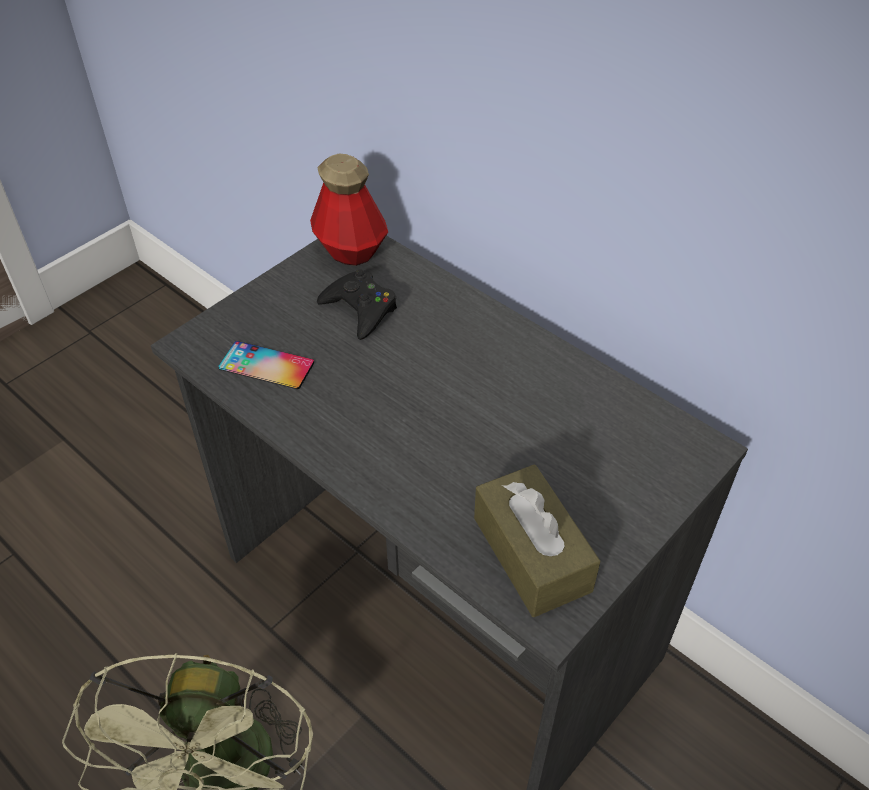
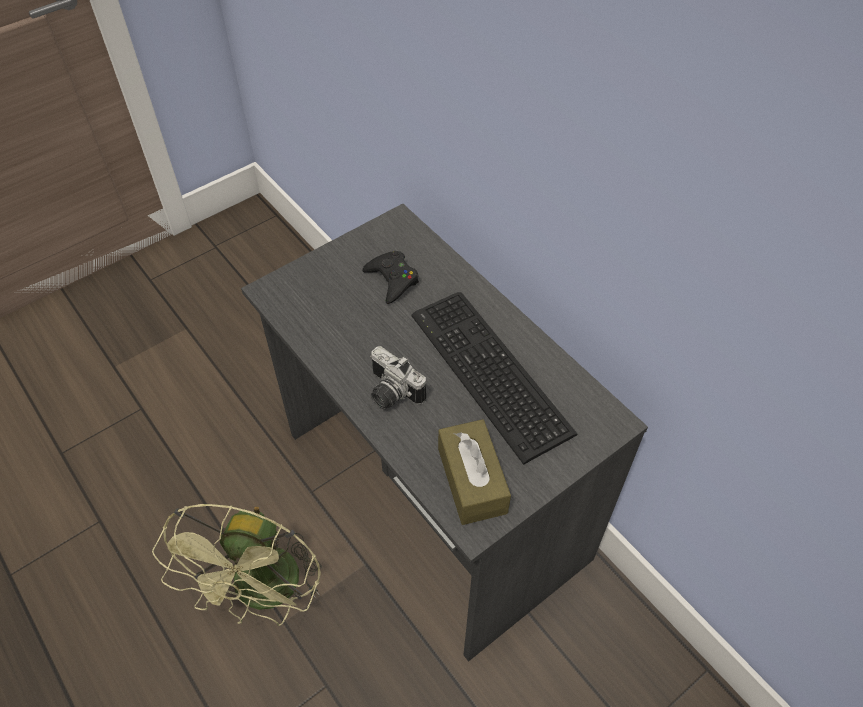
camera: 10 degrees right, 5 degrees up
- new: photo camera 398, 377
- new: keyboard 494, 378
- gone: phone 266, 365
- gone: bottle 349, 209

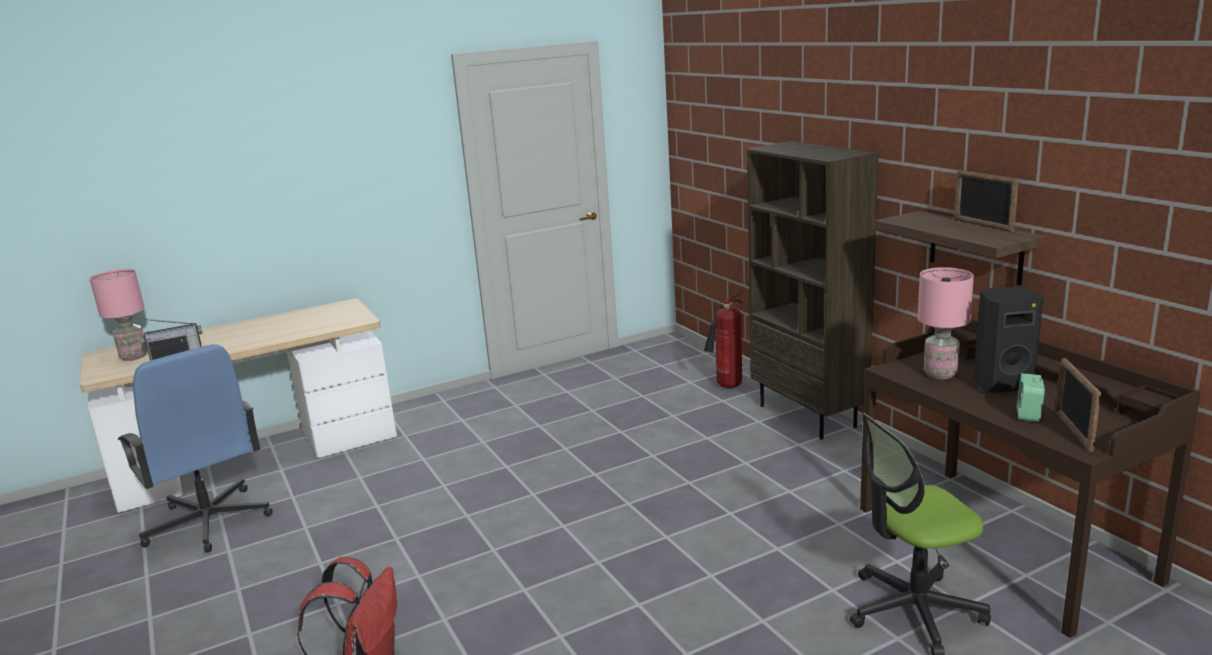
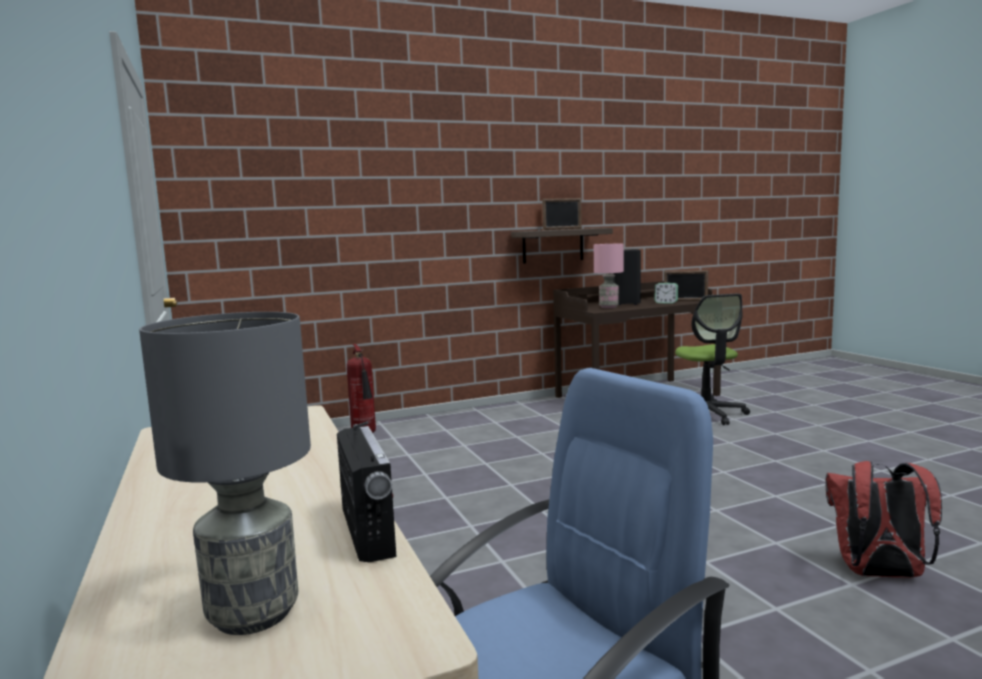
camera: 85 degrees left, 10 degrees down
- repainted: pink table lamp 118, 315 to grey table lamp 225, 473
- gone: brown bookcase 812, 290

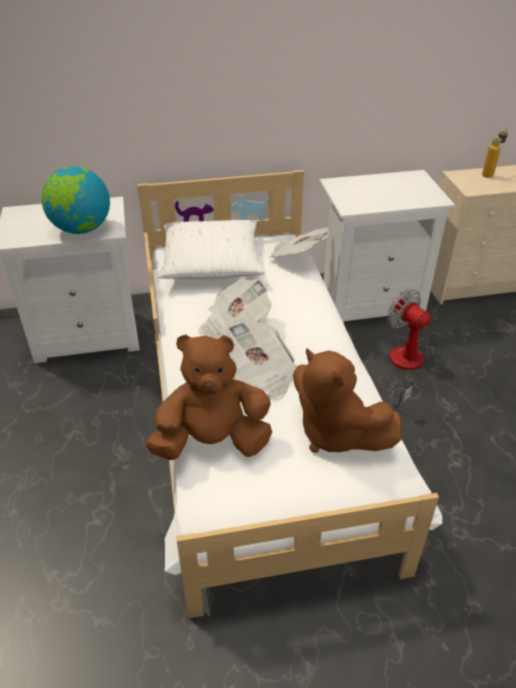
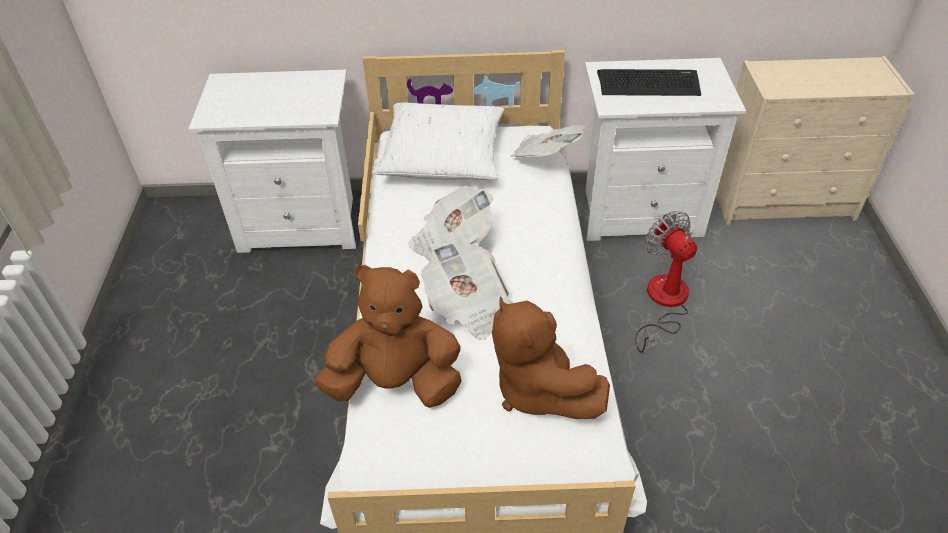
camera: 10 degrees right, 5 degrees up
- new: keyboard 649, 82
- gone: globe 75, 200
- gone: bottle 495, 153

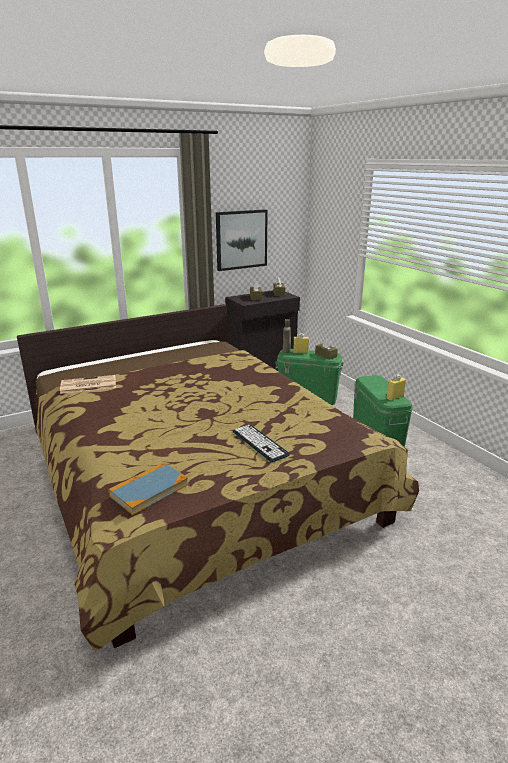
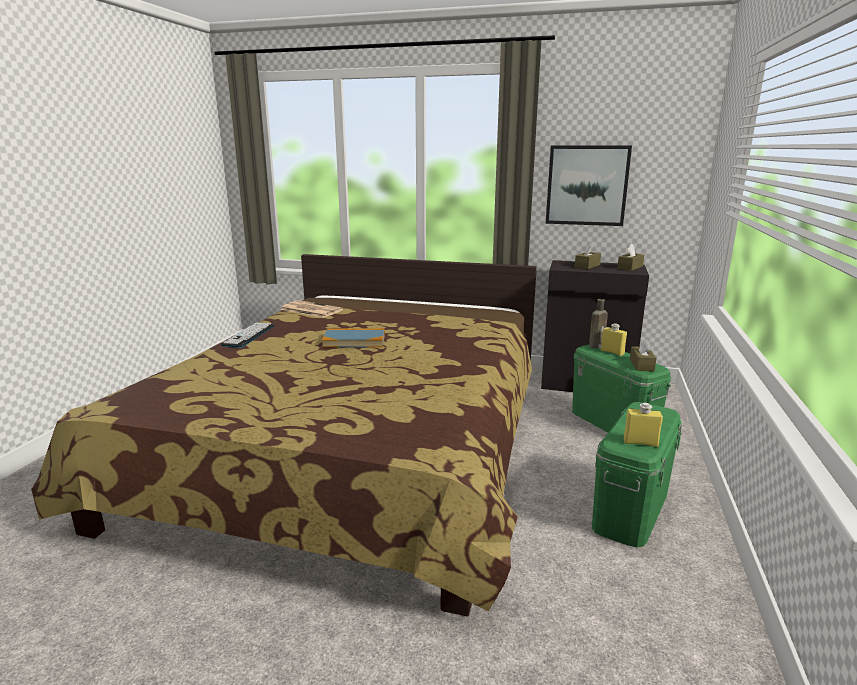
camera: 45 degrees right, 5 degrees down
- shifted: keyboard 261, 443 to 247, 335
- shifted: book 148, 488 to 353, 337

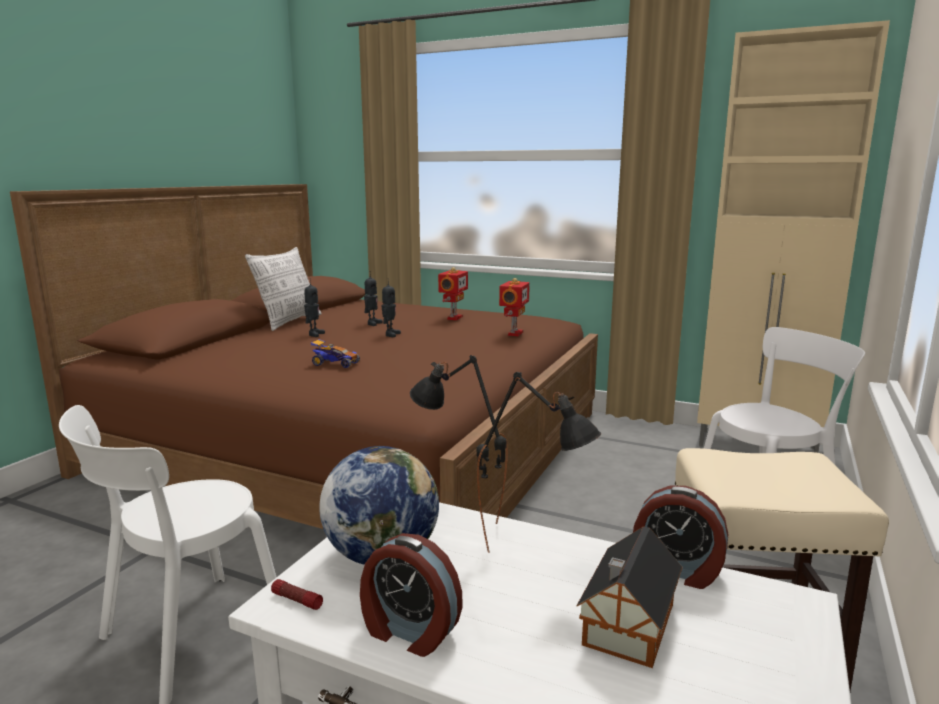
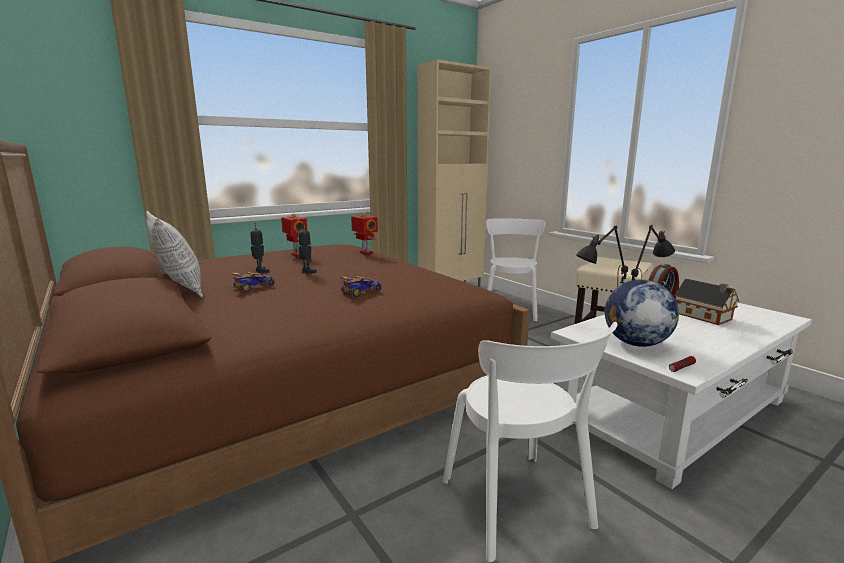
camera: 60 degrees left, 0 degrees up
- swapped: toy robot 314, 307 to toy car 253, 282
- gone: alarm clock 411, 595

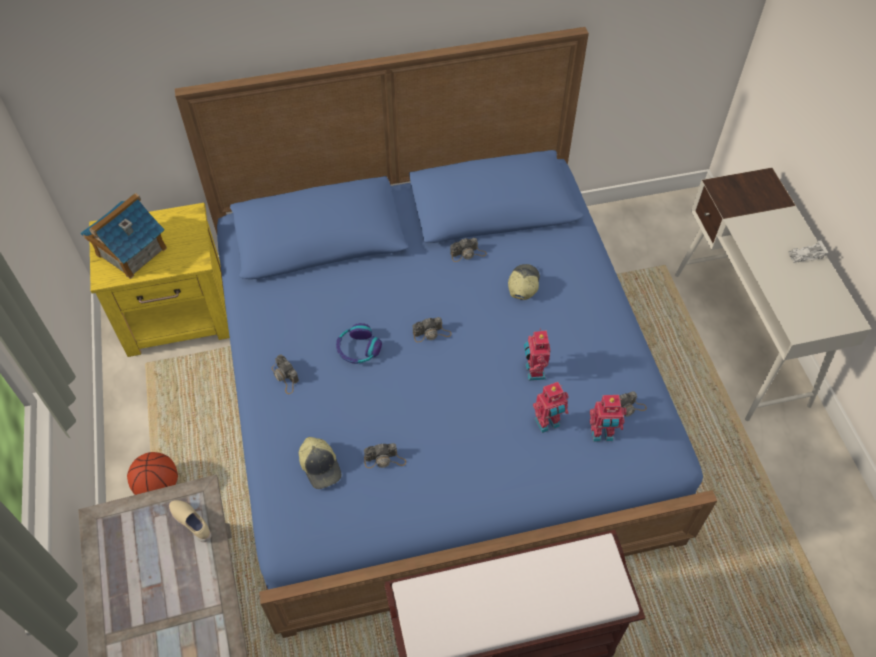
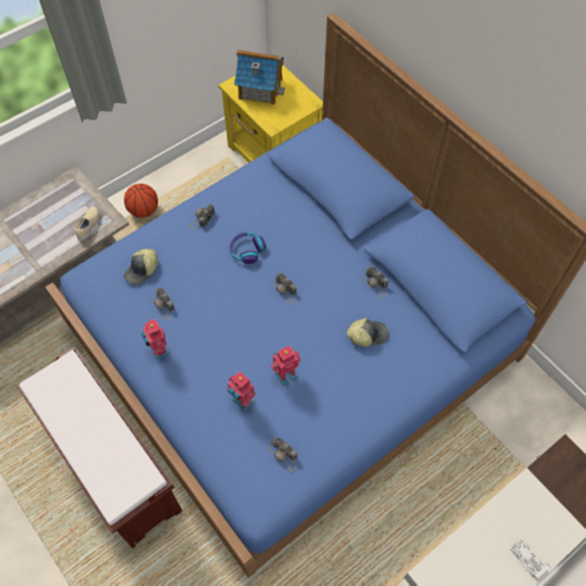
camera: 65 degrees right, 5 degrees up
- shifted: toy robot 608, 418 to 156, 339

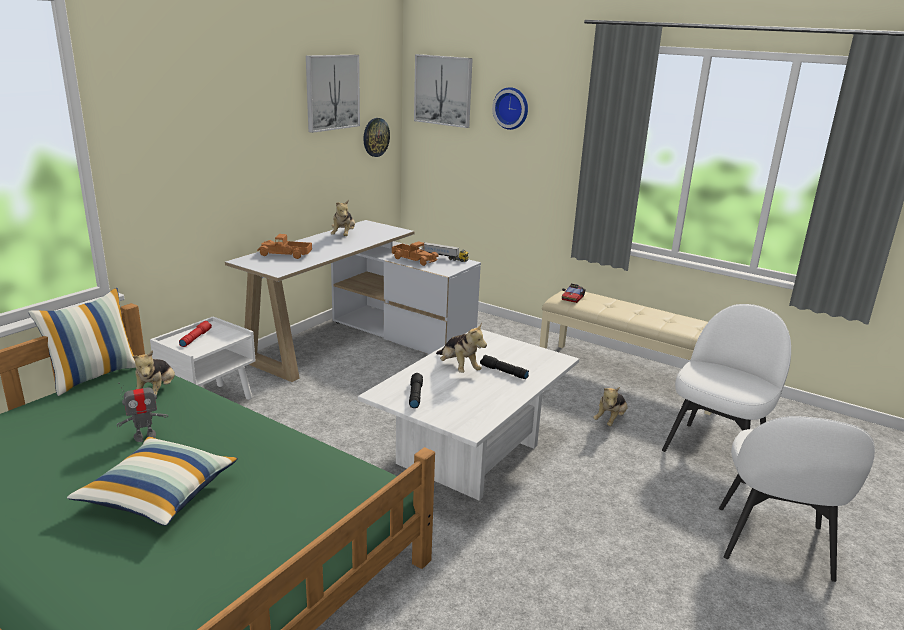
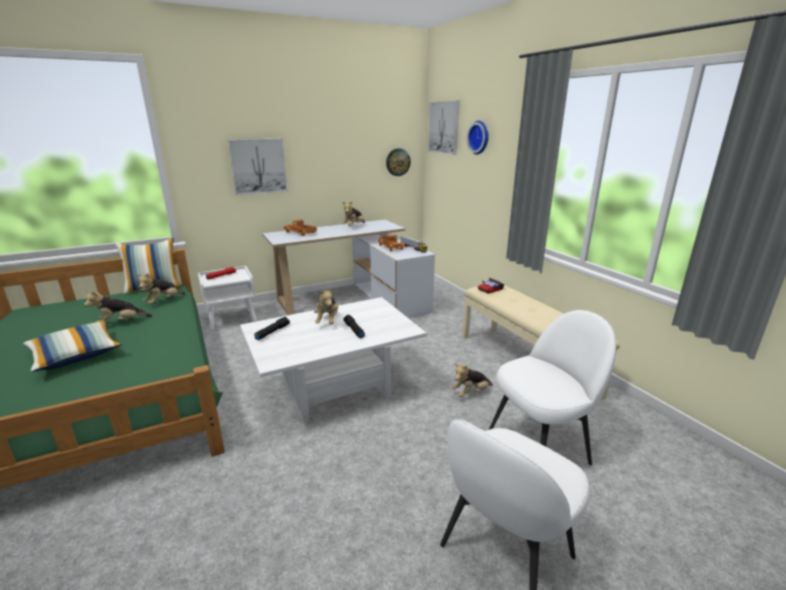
camera: 30 degrees right, 0 degrees up
- swapped: toy robot 142, 410 to plush toy 118, 306
- shifted: picture 333, 94 to 258, 167

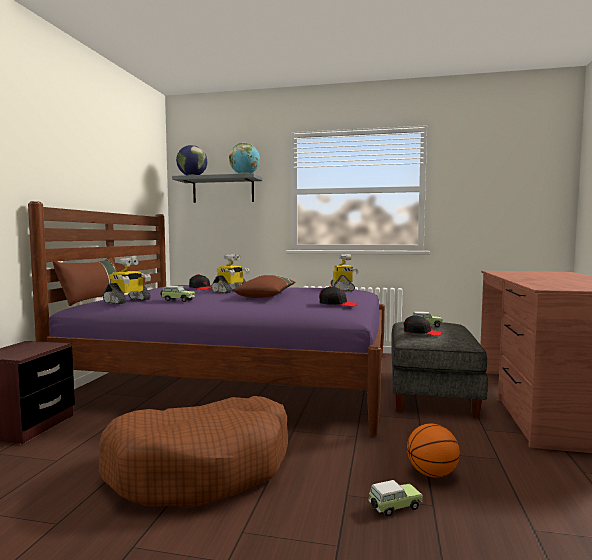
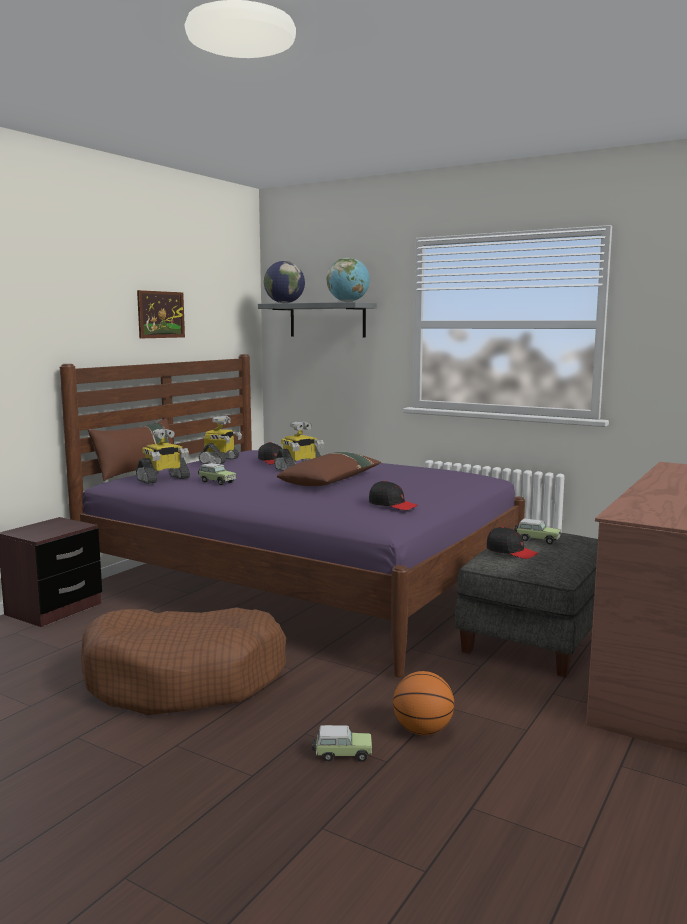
camera: 20 degrees right, 5 degrees up
- new: picture 161, 314
- shifted: toy robot 345, 272 to 220, 440

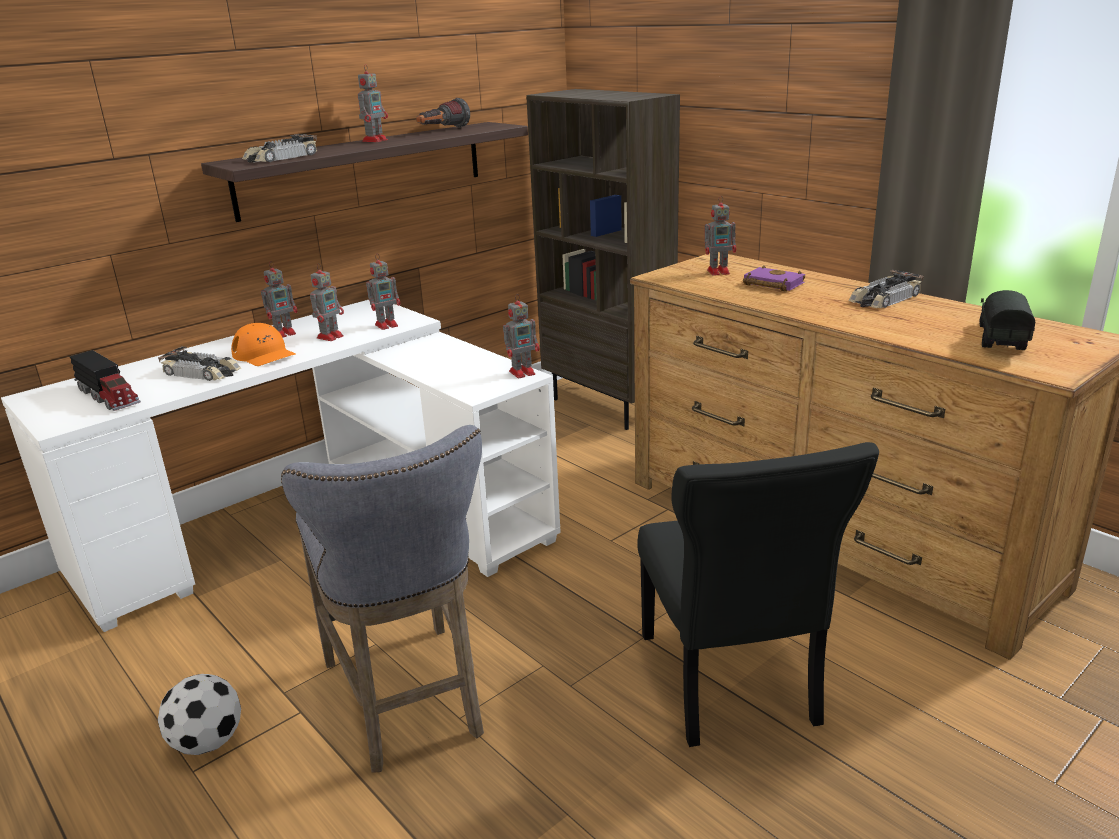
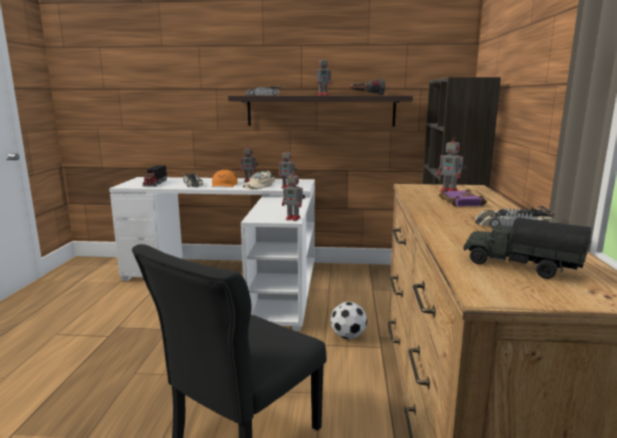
camera: 45 degrees right, 10 degrees down
- swapped: toy robot 327, 302 to beige cap 259, 180
- shifted: football 199, 714 to 348, 320
- rotated: toy truck 1007, 320 = 527, 248 120 degrees counterclockwise
- gone: grey stool 382, 599

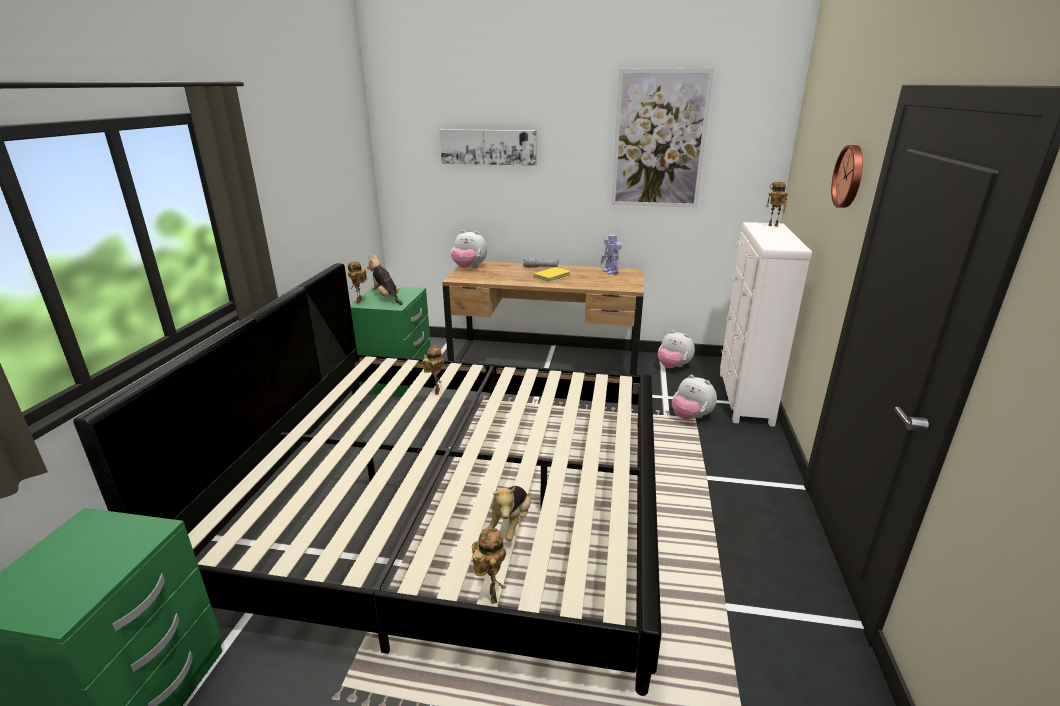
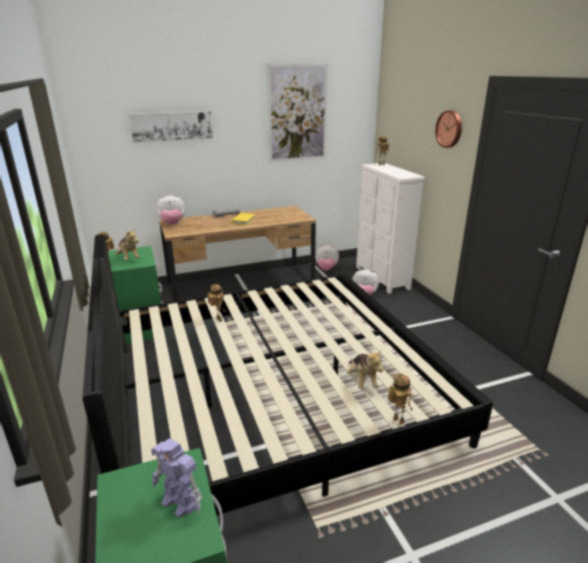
camera: 30 degrees left, 0 degrees up
- rotated: plush toy 385, 280 = 127, 244 150 degrees counterclockwise
- shifted: toy robot 611, 254 to 176, 478

